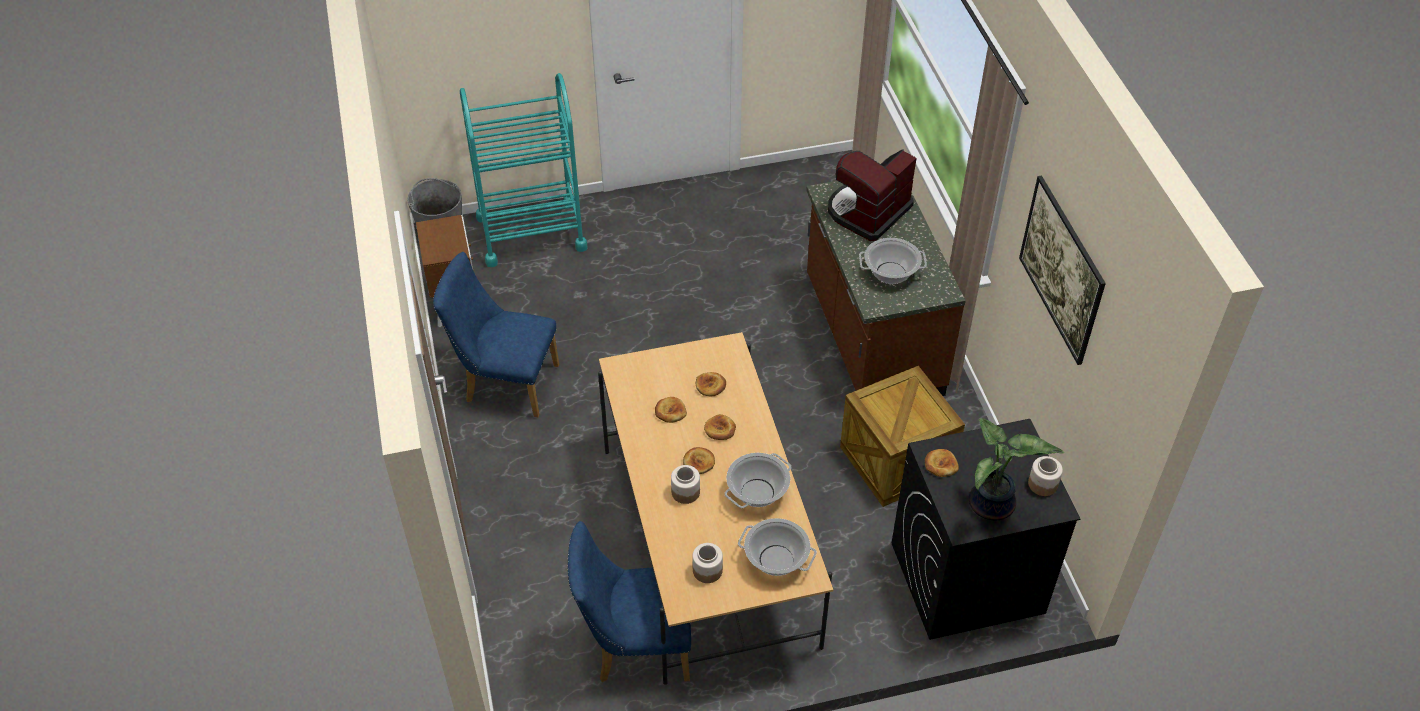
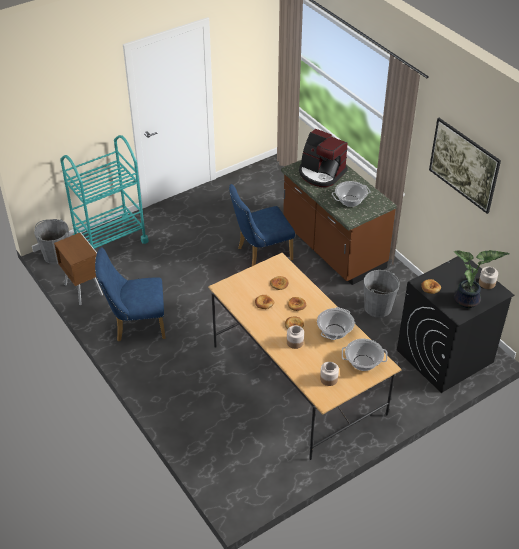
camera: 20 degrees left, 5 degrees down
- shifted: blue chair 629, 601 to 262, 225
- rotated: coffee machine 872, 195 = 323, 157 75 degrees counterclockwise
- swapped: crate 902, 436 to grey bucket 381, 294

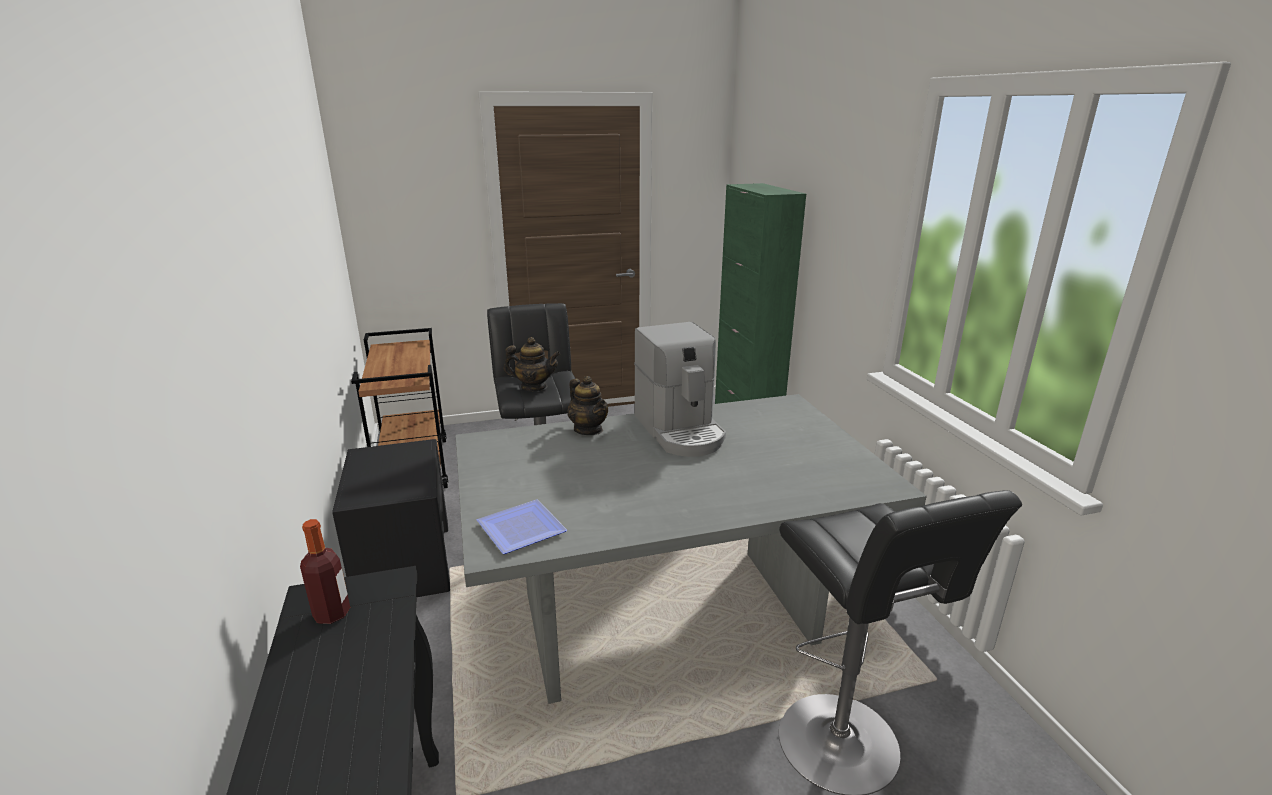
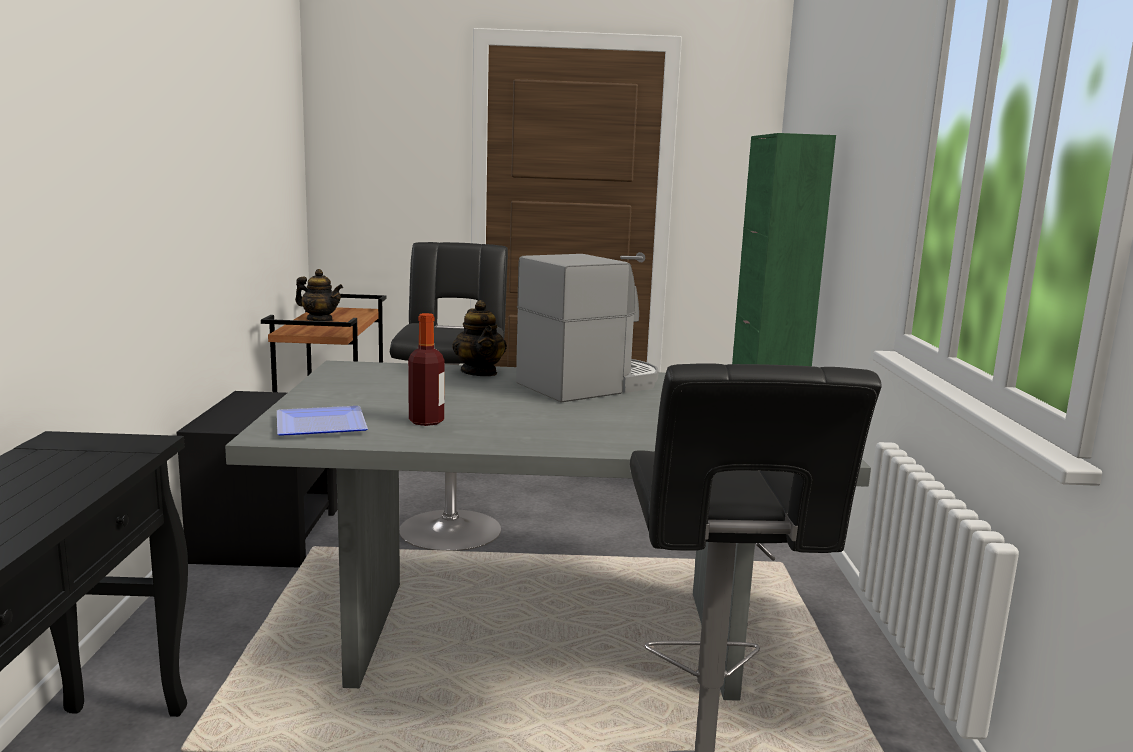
camera: 15 degrees right, 10 degrees down
- shifted: teapot 532, 364 to 319, 295
- shifted: bottle 325, 571 to 426, 369
- rotated: coffee machine 680, 389 = 587, 328 120 degrees counterclockwise

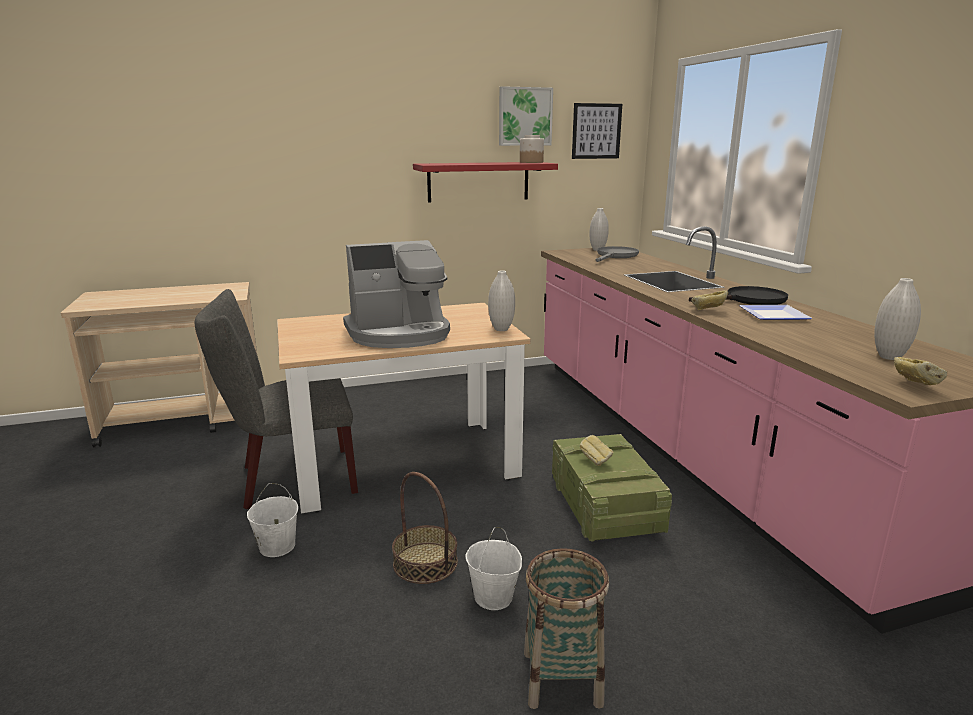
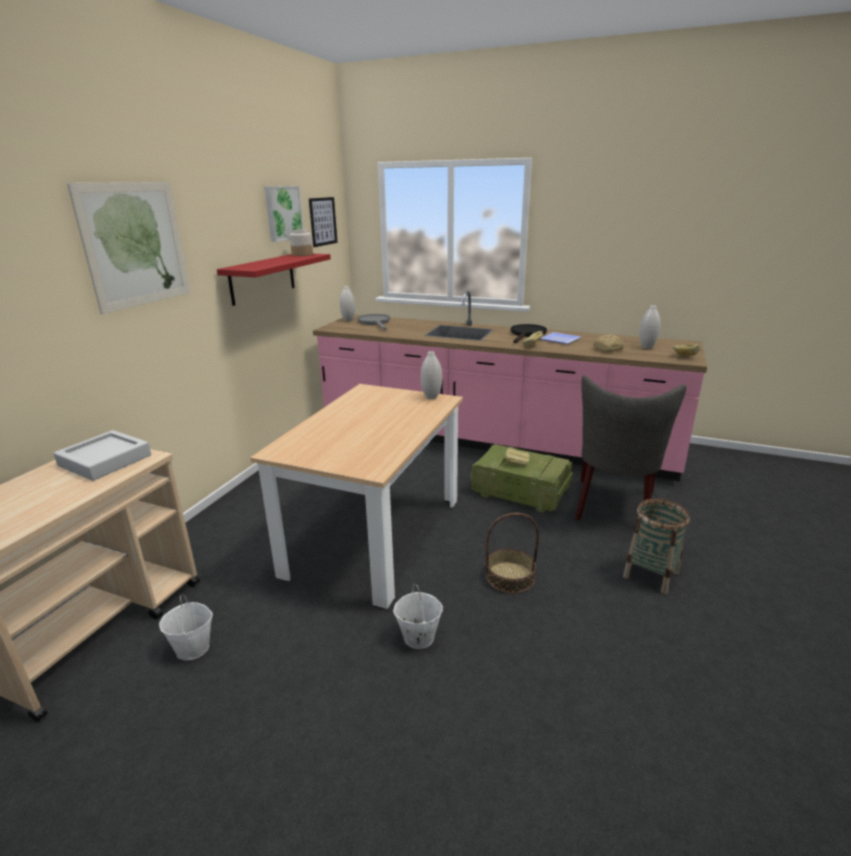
camera: 50 degrees left, 5 degrees up
- new: grey tray 102, 455
- new: picture 128, 248
- shifted: white bucket 493, 568 to 186, 627
- shifted: grey chair 276, 399 to 631, 447
- new: bread 608, 343
- gone: coffee machine 396, 294

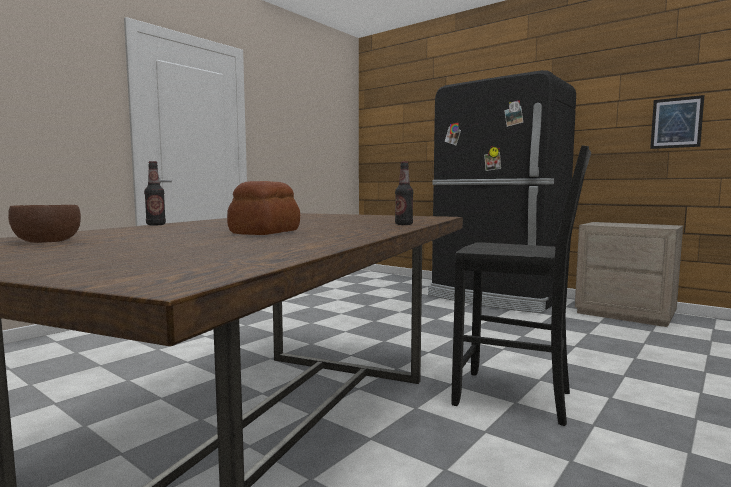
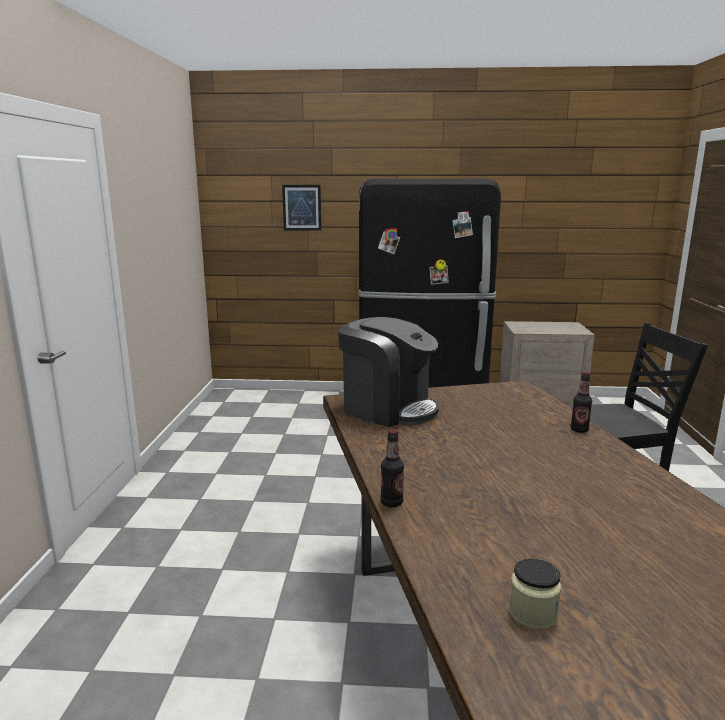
camera: 35 degrees left, 10 degrees up
- shifted: picture 677, 122 to 301, 208
- new: coffee machine 388, 372
- swapped: brown bowl 44, 224 to jar 535, 594
- gone: bread 263, 208

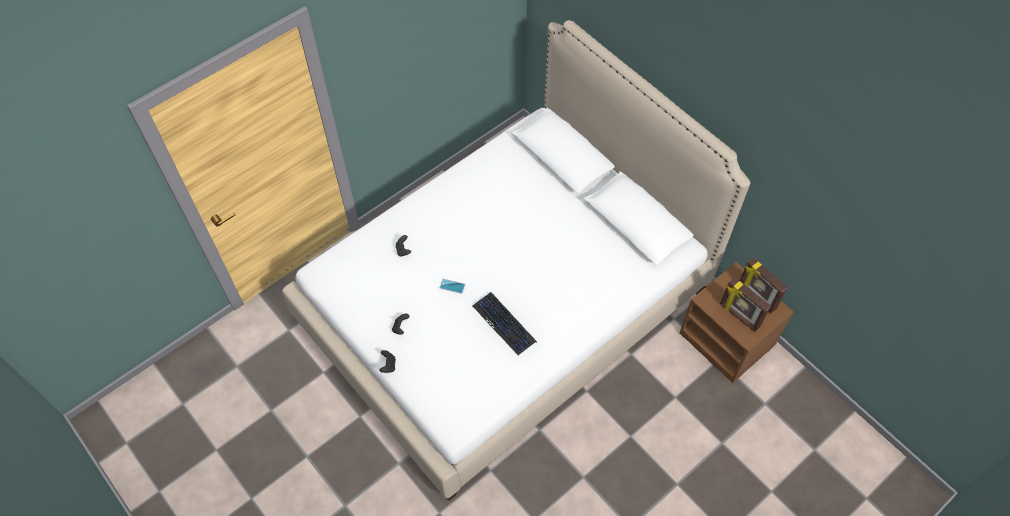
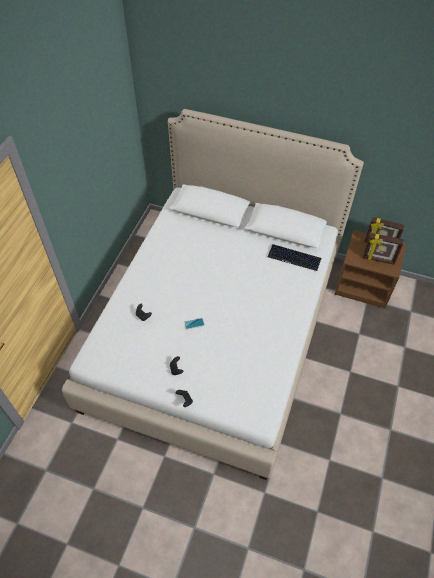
camera: 30 degrees left, 5 degrees down
- shifted: keyboard 505, 324 to 294, 257

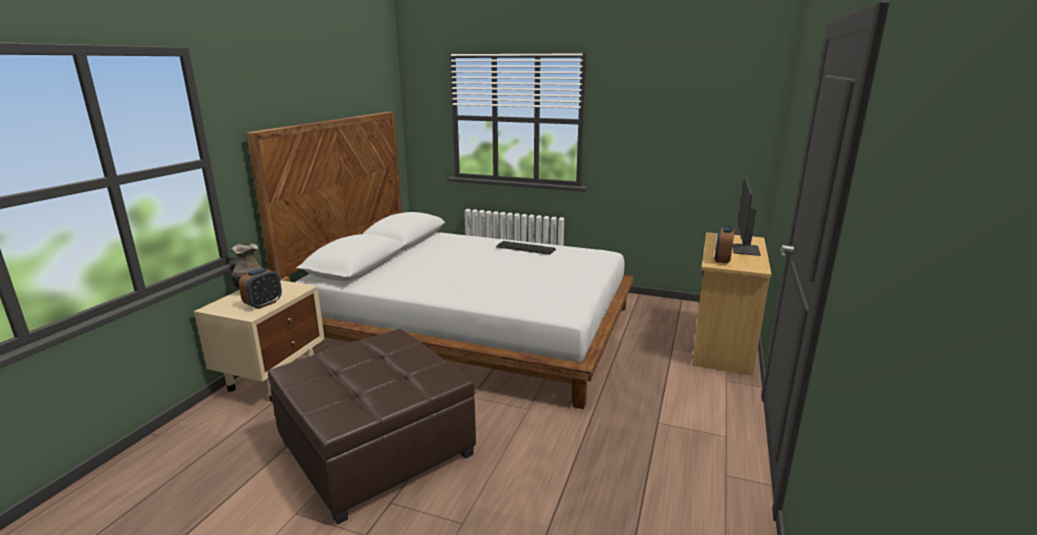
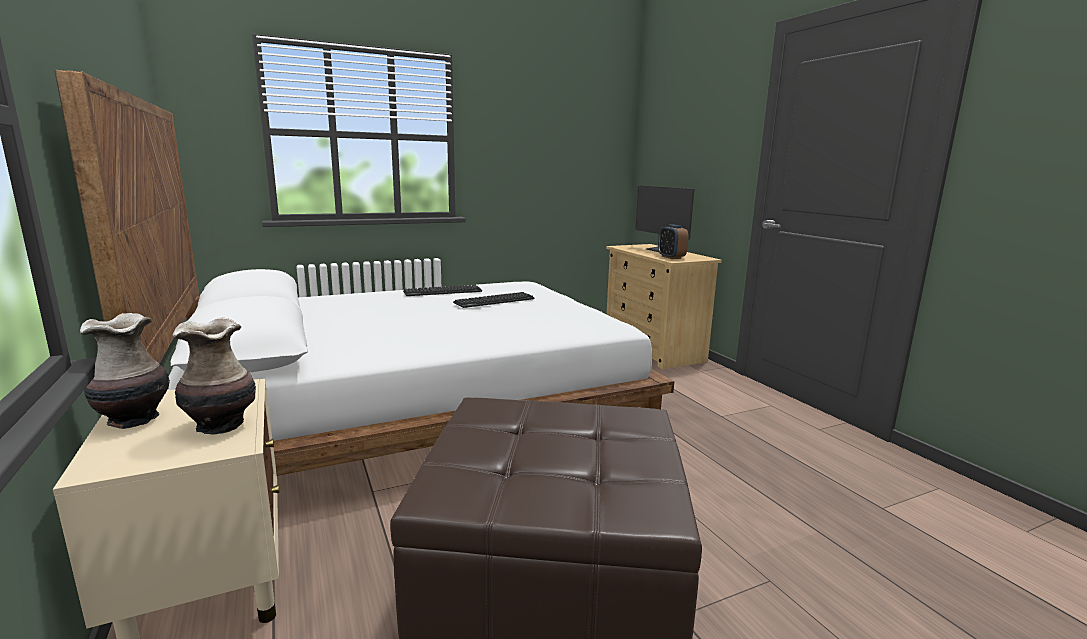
camera: 45 degrees left, 5 degrees down
- swapped: alarm clock 260, 288 to vase 214, 376
- new: keyboard 494, 300

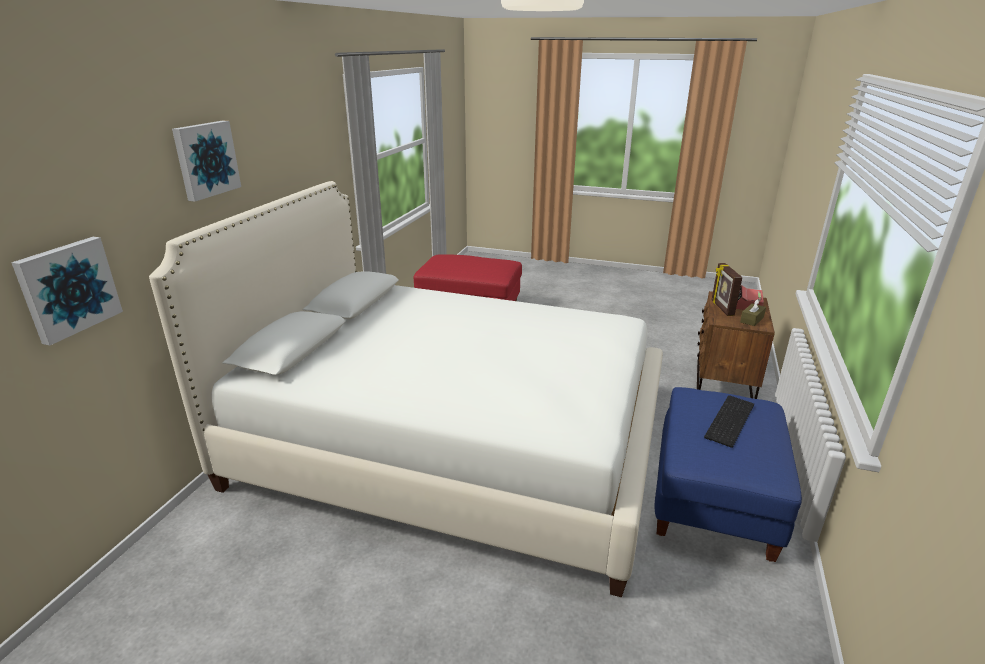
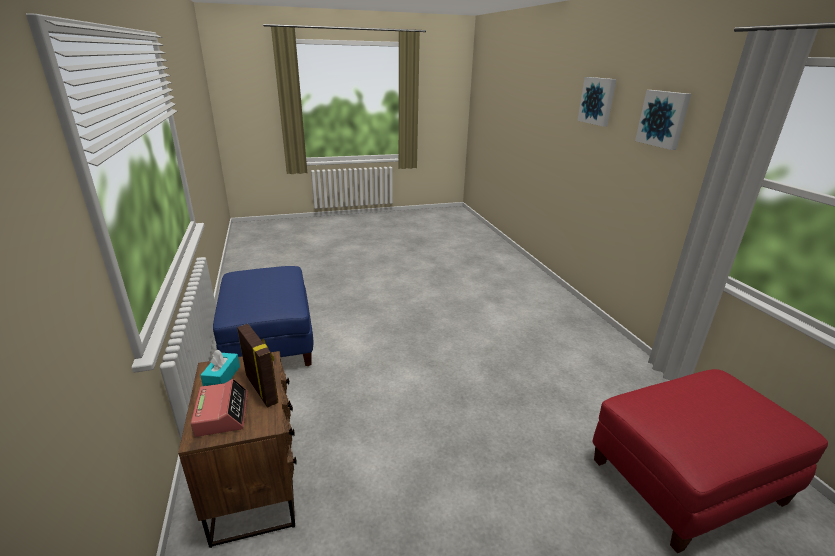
camera: 145 degrees right, 0 degrees up
- repainted: brown tissue box 753, 312 to turquoise tissue box 220, 368
- shifted: picture 67, 291 to 663, 120
- gone: white bed 406, 389
- gone: keyboard 729, 421

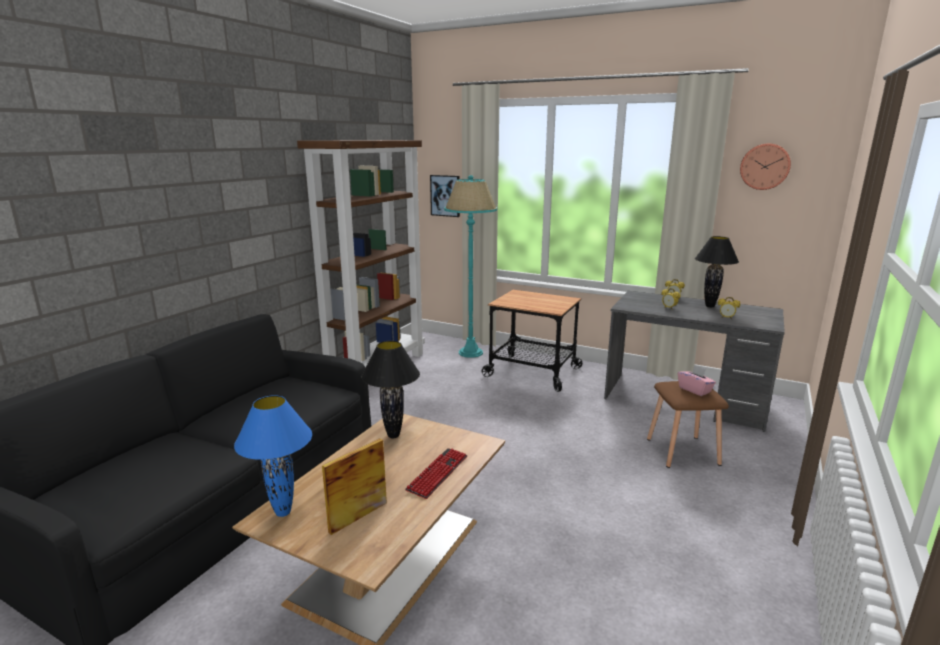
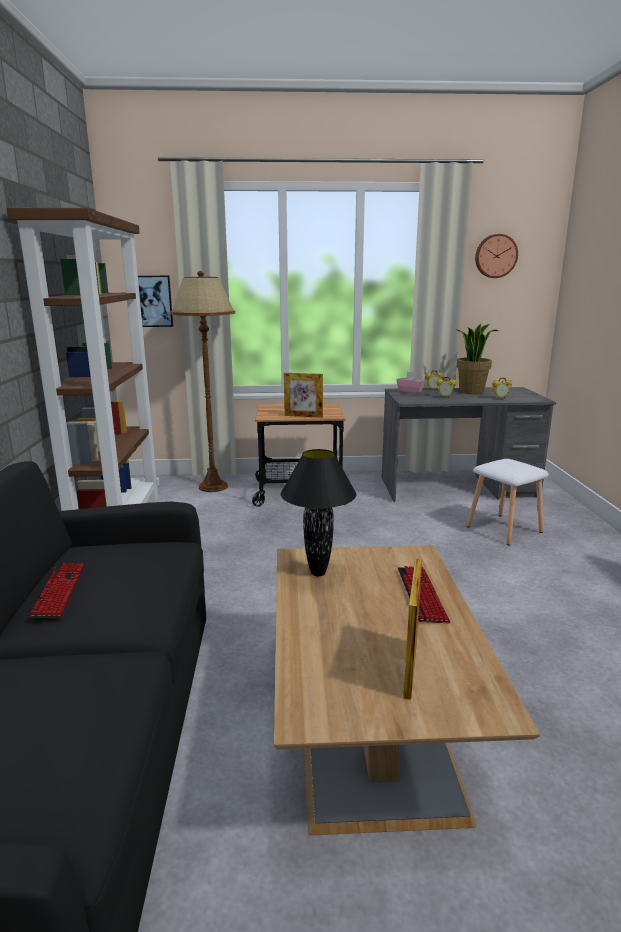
camera: 30 degrees left, 0 degrees up
- new: keyboard 57, 590
- repainted: turquoise floor lamp 470, 266 to brown floor lamp 202, 381
- new: picture frame 303, 395
- shifted: pink tissue box 697, 380 to 410, 383
- swapped: black table lamp 717, 271 to potted plant 477, 359
- repainted: brown stool 688, 424 to white stool 508, 502
- gone: blue table lamp 273, 456

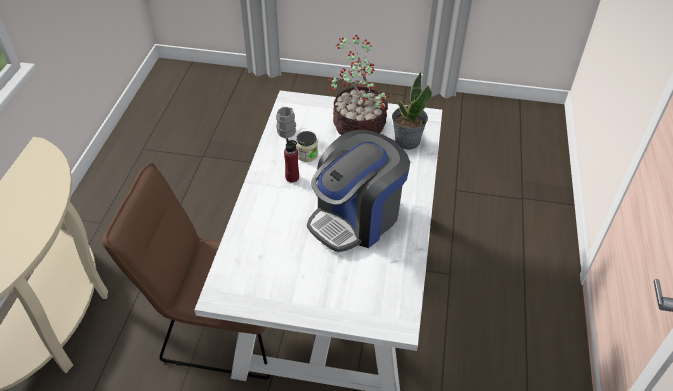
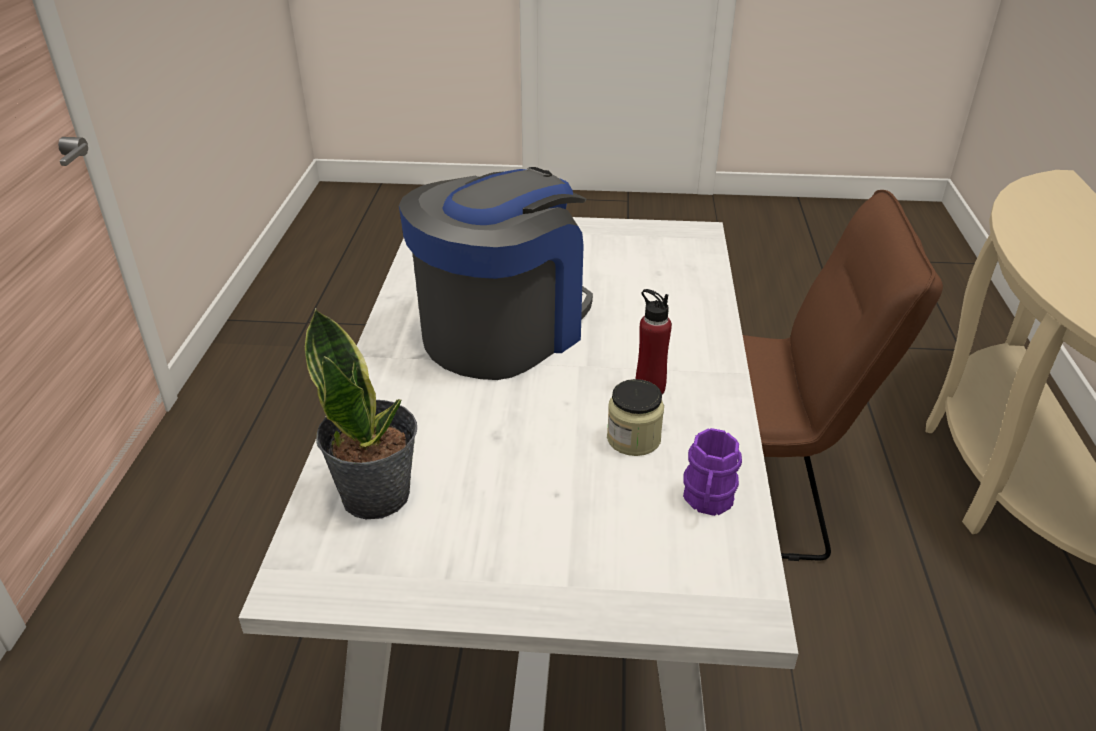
camera: 175 degrees right, 10 degrees down
- repainted: grey mug 286, 122 to purple mug 712, 472
- gone: potted plant 359, 85

